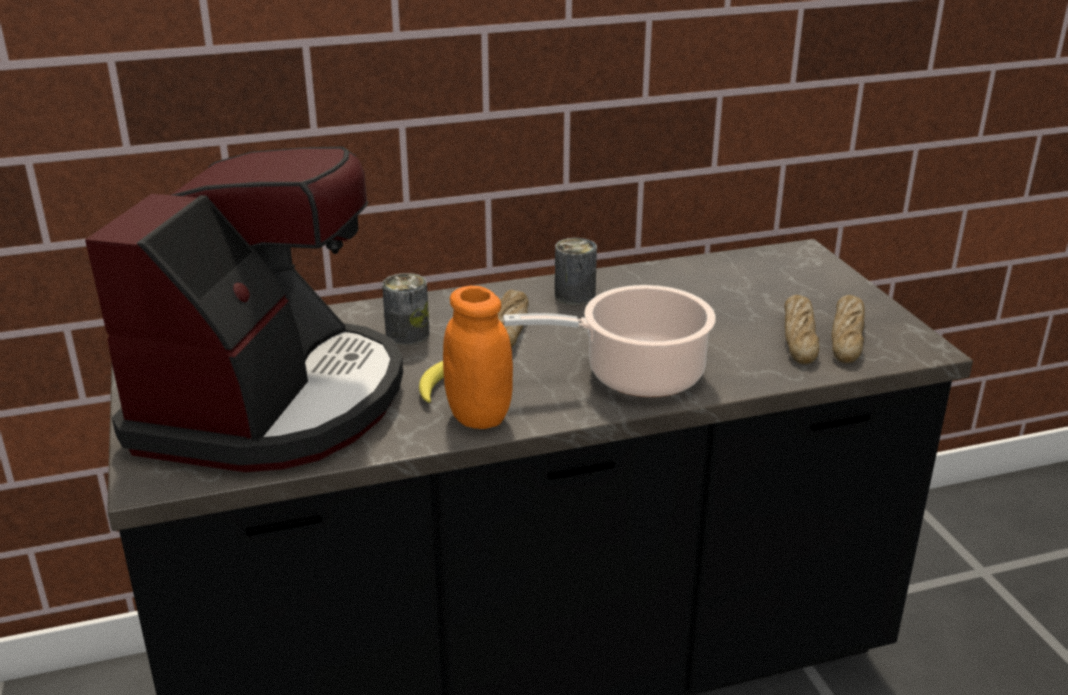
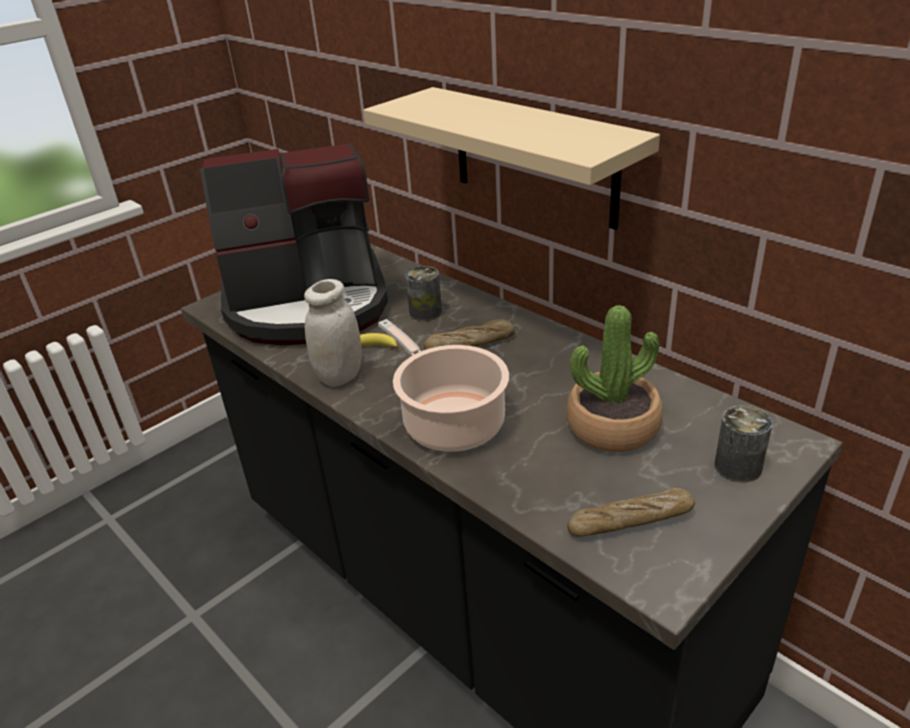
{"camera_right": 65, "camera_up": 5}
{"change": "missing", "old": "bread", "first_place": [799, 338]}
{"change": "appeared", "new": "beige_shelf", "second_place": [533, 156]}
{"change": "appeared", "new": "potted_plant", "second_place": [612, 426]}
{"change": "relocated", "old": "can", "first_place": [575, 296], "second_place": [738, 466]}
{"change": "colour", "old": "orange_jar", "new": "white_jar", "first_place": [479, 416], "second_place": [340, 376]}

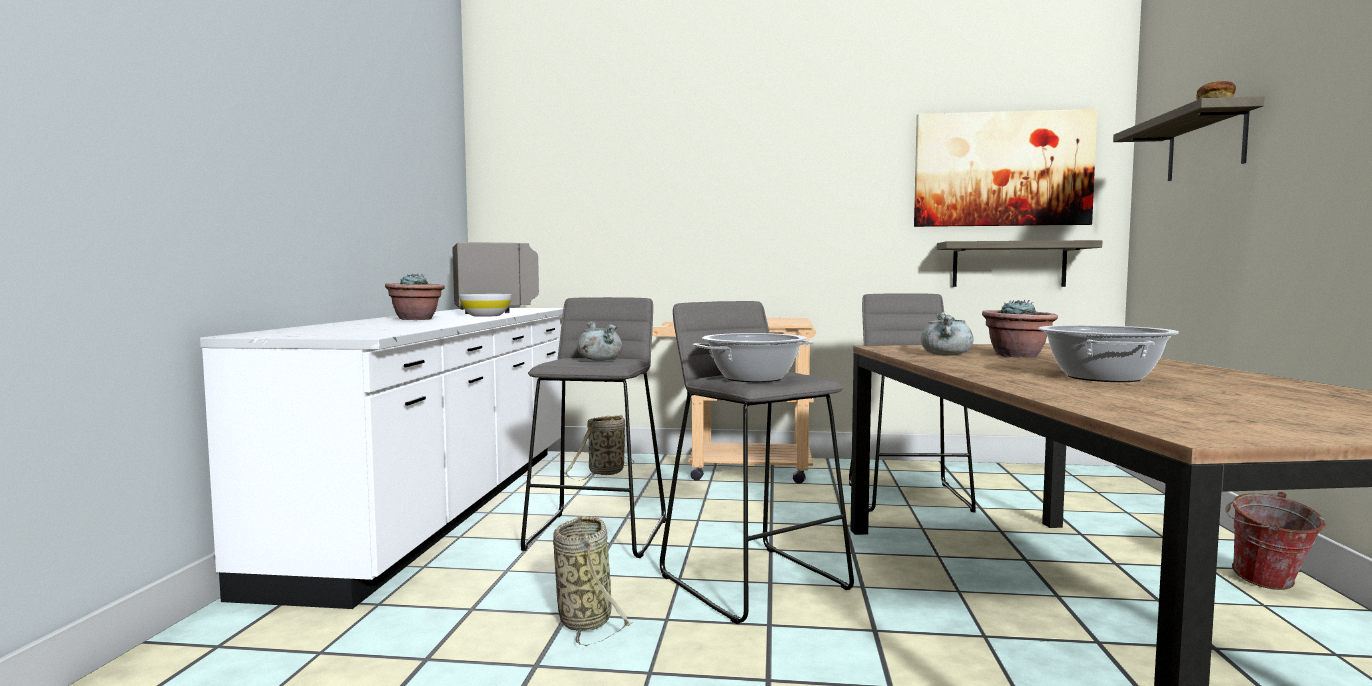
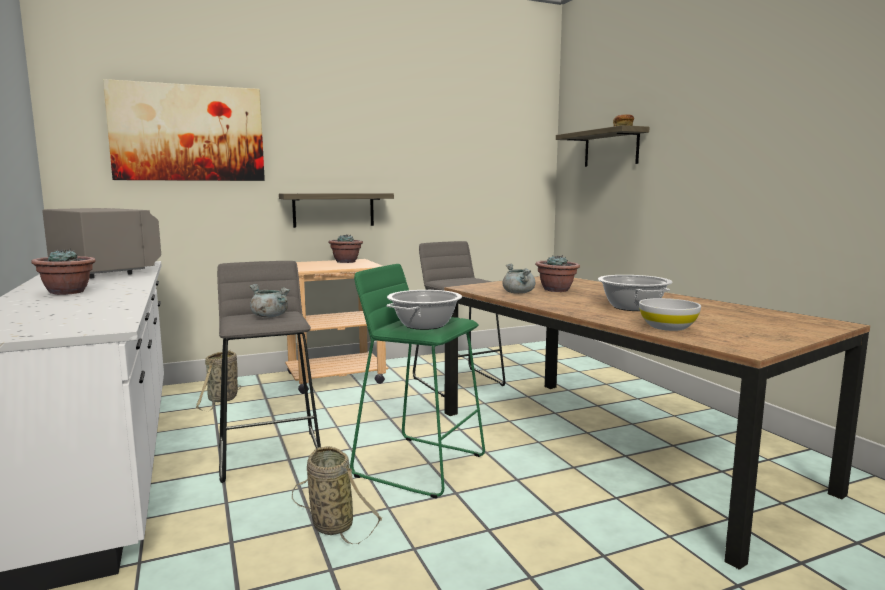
{"camera_right": -30, "camera_up": 5}
{"change": "missing", "old": "bucket", "first_place": [1268, 585]}
{"change": "appeared", "new": "potted_plant", "second_place": [346, 262]}
{"change": "relocated", "old": "white_bowl", "first_place": [485, 315], "second_place": [667, 327]}
{"change": "relocated", "old": "picture", "first_place": [1002, 169], "second_place": [188, 133]}
{"change": "relocated", "old": "shelf", "first_place": [1009, 264], "second_place": [333, 209]}
{"change": "colour", "old": "grey_stool", "new": "green_stool", "first_place": [755, 582], "second_place": [420, 465]}

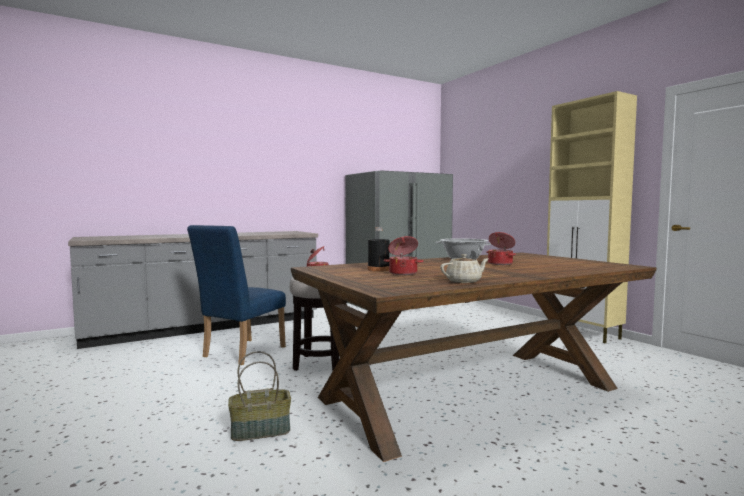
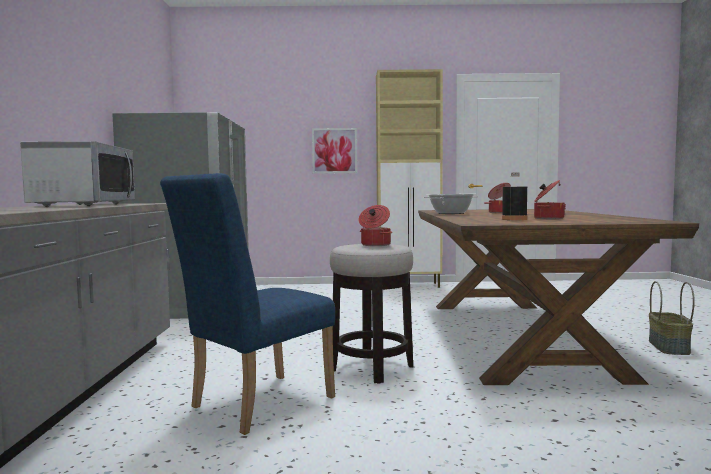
{"camera_right": -60, "camera_up": 0}
{"change": "missing", "old": "beige_teapot", "first_place": [464, 281]}
{"change": "appeared", "new": "microwave", "second_place": [84, 205]}
{"change": "appeared", "new": "picture", "second_place": [334, 151]}
{"change": "relocated", "old": "basket", "first_place": [261, 430], "second_place": [667, 347]}
{"change": "spun", "old": "blue_chair", "first_place": [240, 353], "second_place": [254, 405], "degrees": 75}

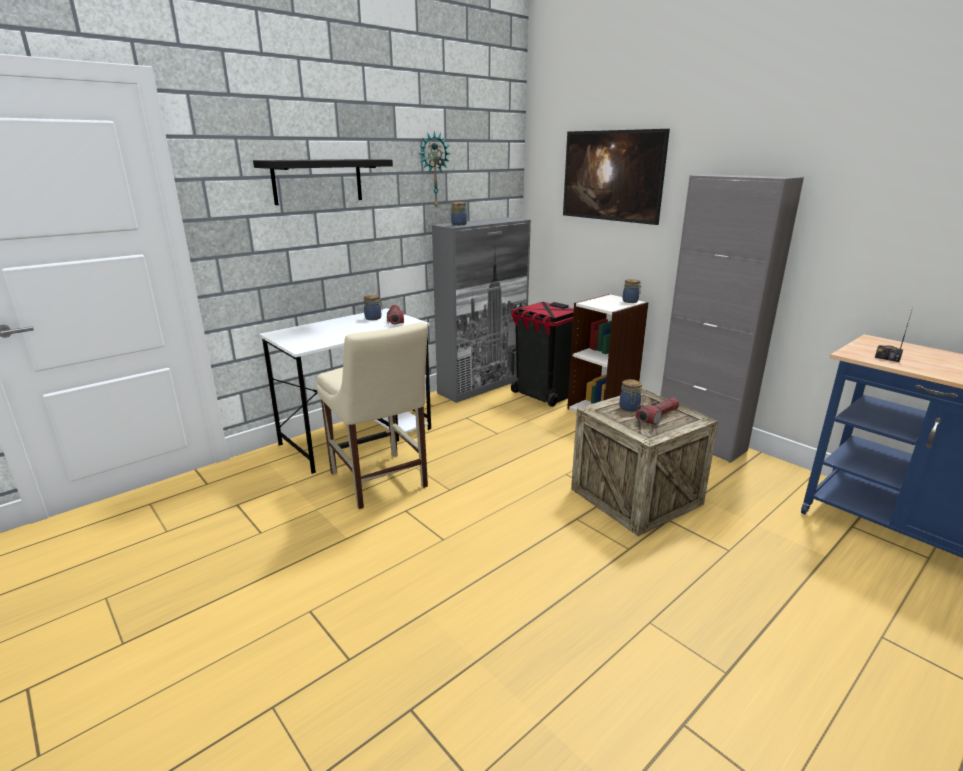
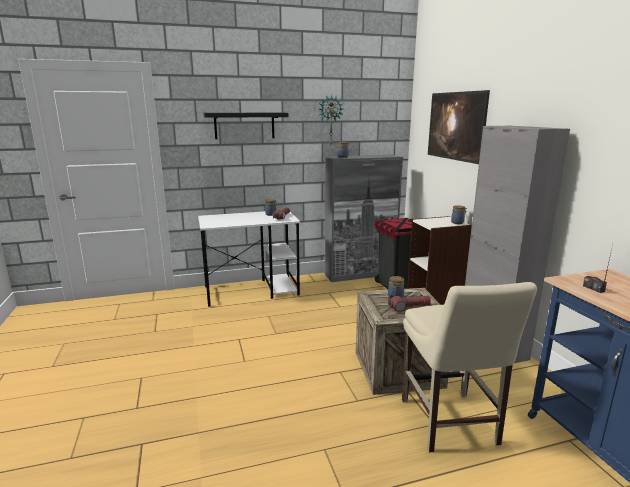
{"camera_right": 25, "camera_up": -5}
{"change": "relocated", "old": "beige_chair", "first_place": [380, 482], "second_place": [449, 424]}

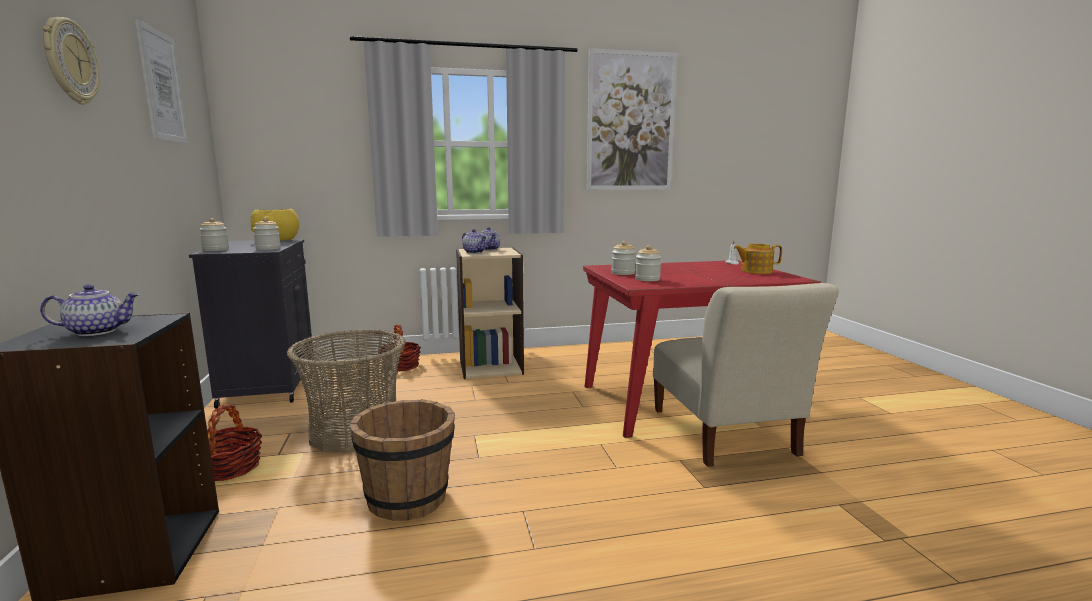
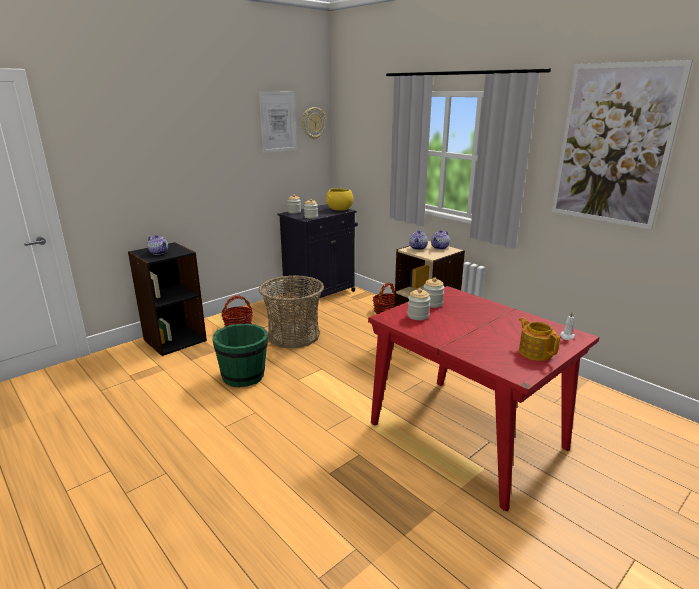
{"camera_right": 60, "camera_up": 10}
{"change": "missing", "old": "beige_chair", "first_place": [724, 435]}
{"change": "relocated", "old": "wall_clock", "first_place": [70, 61], "second_place": [313, 123]}
{"change": "colour", "old": "brown_bucket", "new": "green_bucket", "first_place": [408, 498], "second_place": [244, 376]}

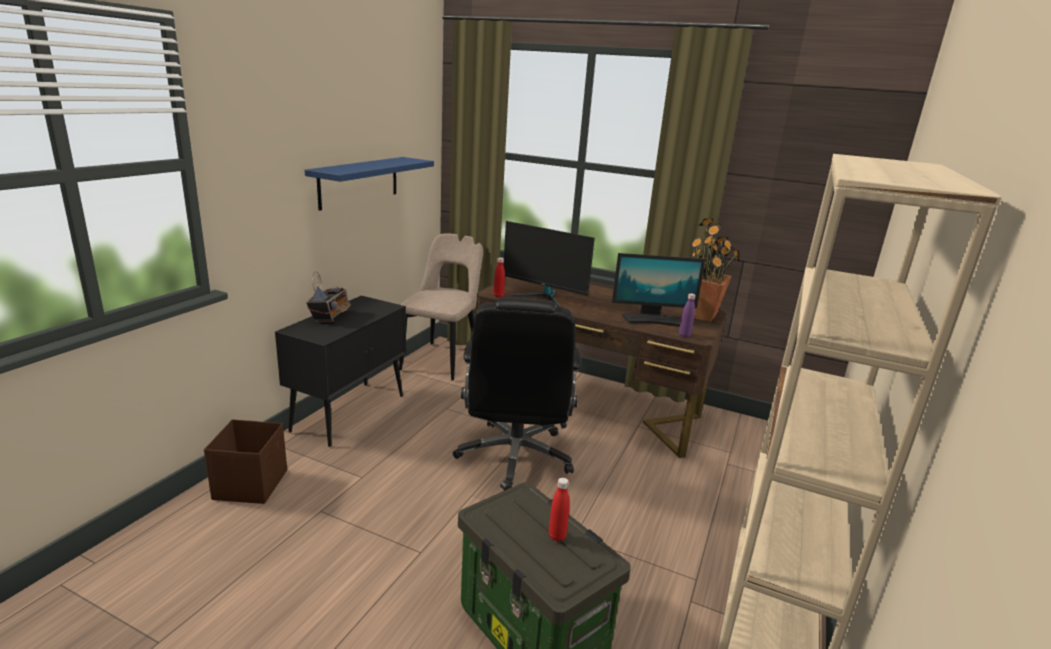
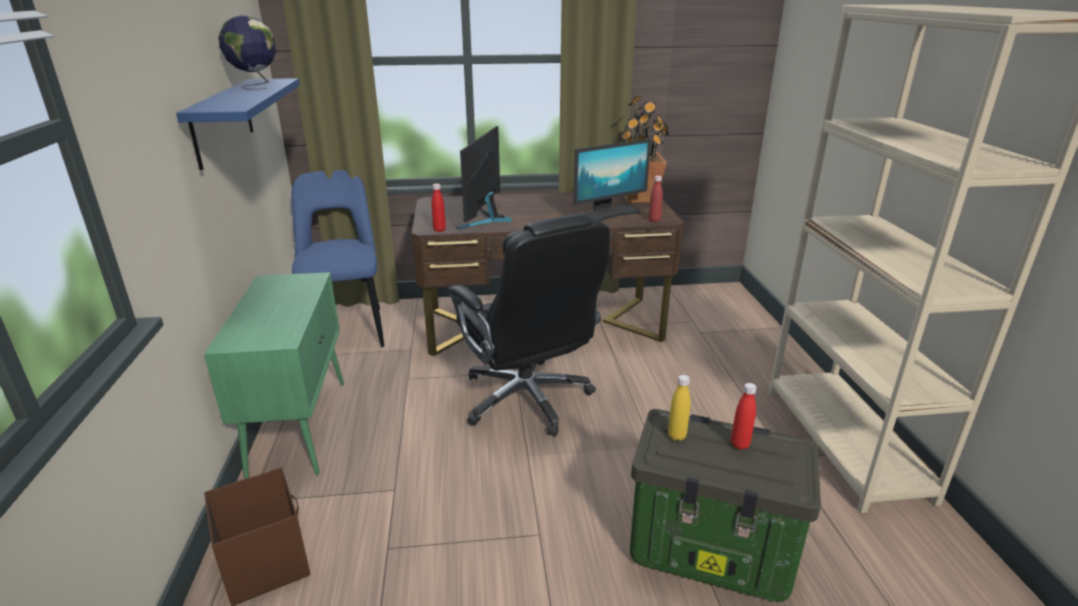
{"camera_right": -30, "camera_up": 5}
{"change": "missing", "old": "radio", "first_place": [330, 316]}
{"change": "appeared", "new": "globe", "second_place": [255, 86]}
{"change": "appeared", "new": "yellow_bottle", "second_place": [676, 436]}
{"change": "colour", "old": "black_cabinet", "new": "green_cabinet", "first_place": [350, 412], "second_place": [299, 426]}
{"change": "colour", "old": "beige_chair", "new": "blue_chair", "first_place": [443, 360], "second_place": [347, 328]}
{"change": "colour", "old": "purple_bottle", "new": "red_bottle", "first_place": [684, 336], "second_place": [654, 220]}
{"change": "spun", "old": "monitor", "first_place": [544, 297], "second_place": [486, 219], "degrees": 105}

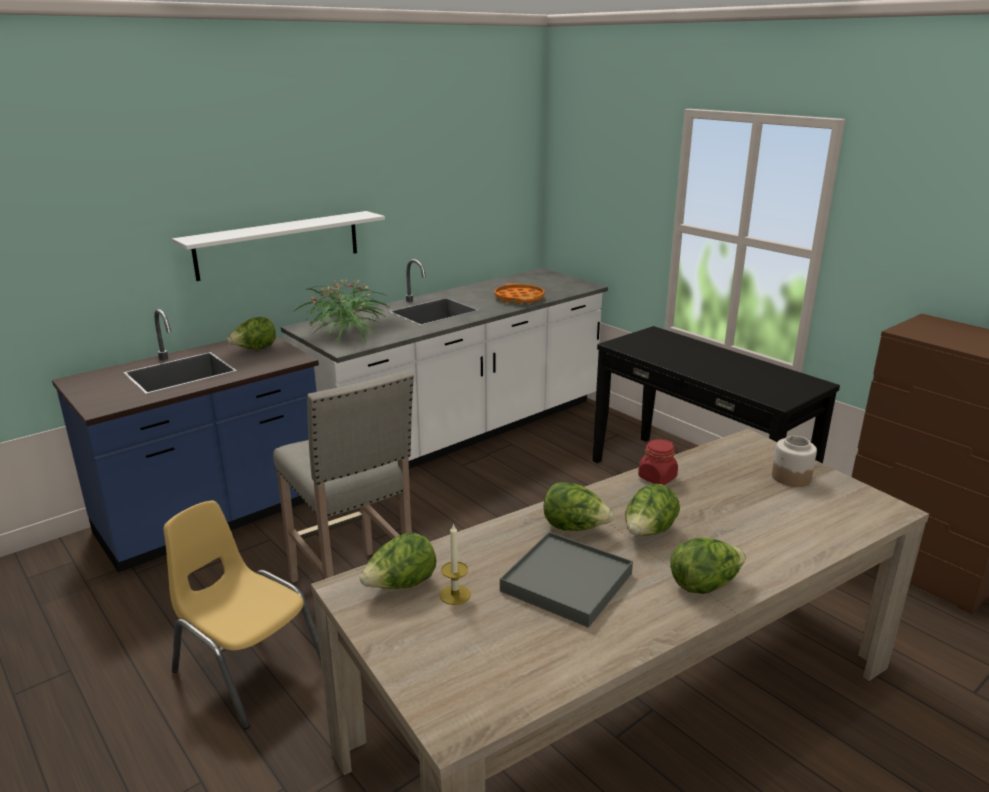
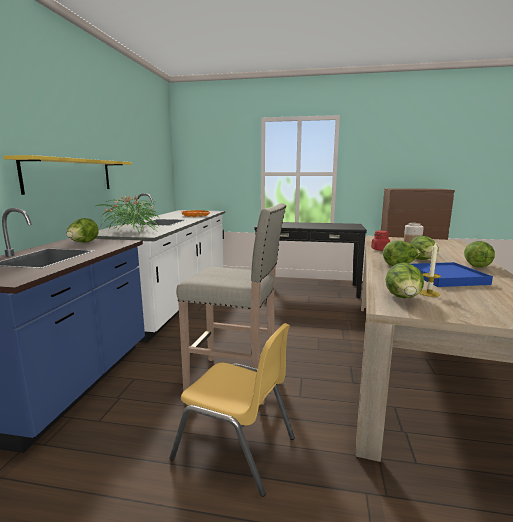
{"camera_right": -40, "camera_up": -10}
{"change": "colour", "old": "white_shelf", "new": "yellow_shelf", "first_place": [279, 244], "second_place": [70, 175]}
{"change": "colour", "old": "grey_tray", "new": "blue_tray", "first_place": [566, 582], "second_place": [446, 277]}
{"change": "spun", "old": "yellow_chair", "first_place": [249, 669], "second_place": [235, 448], "degrees": -150}

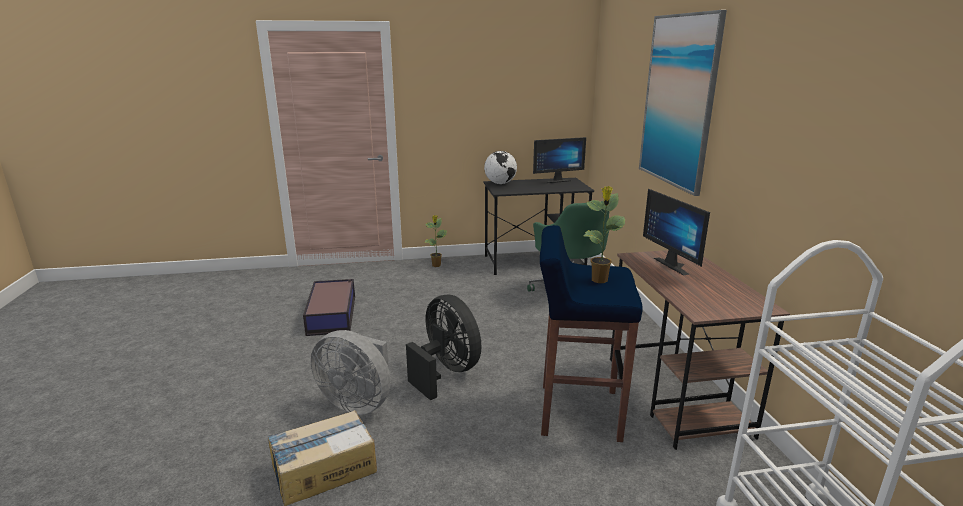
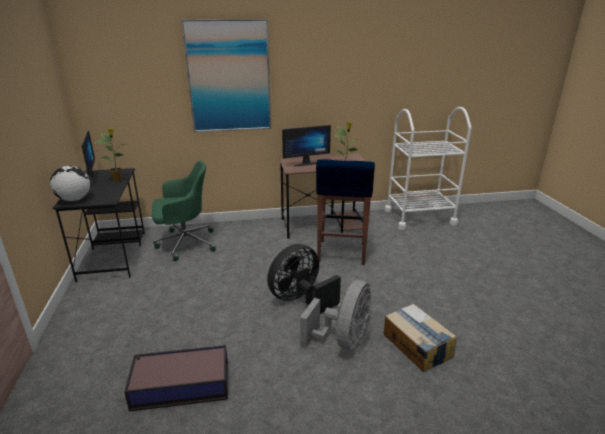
{"camera_right": -90, "camera_up": 5}
{"change": "relocated", "old": "potted_plant", "first_place": [436, 265], "second_place": [117, 180]}

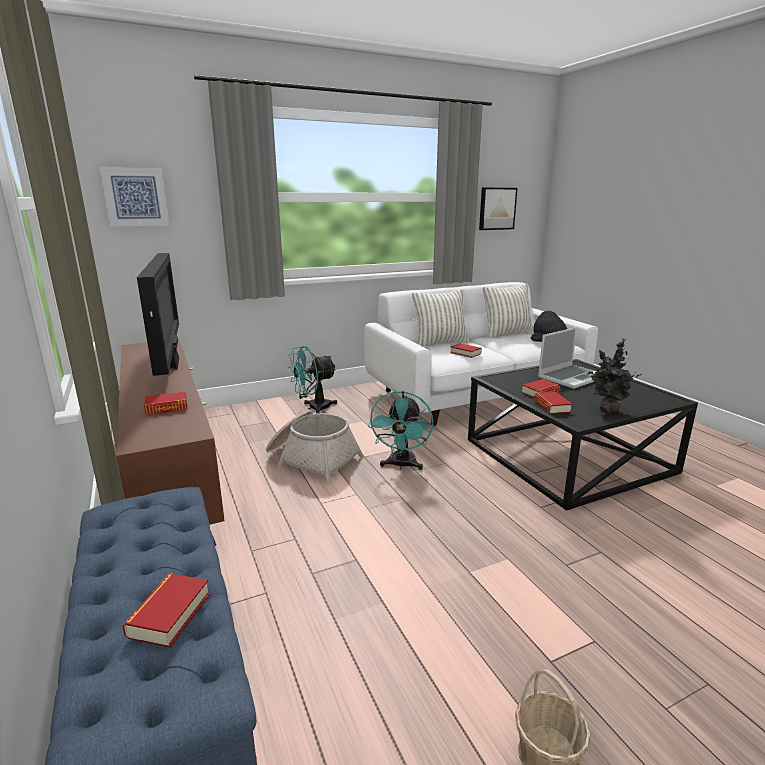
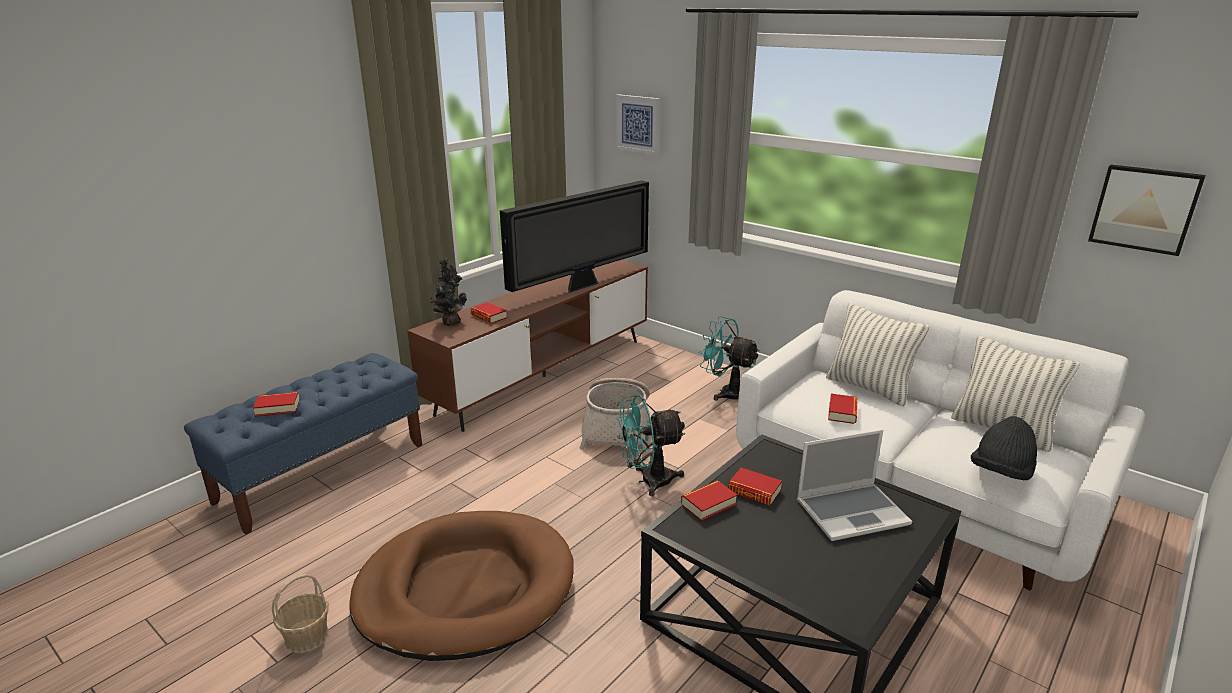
{"camera_right": 65, "camera_up": 5}
{"change": "appeared", "new": "brown_dog_bed", "second_place": [465, 589]}
{"change": "relocated", "old": "potted_plant", "first_place": [607, 410], "second_place": [450, 322]}
{"change": "spun", "old": "laptop", "first_place": [571, 377], "second_place": [852, 512], "degrees": -45}

